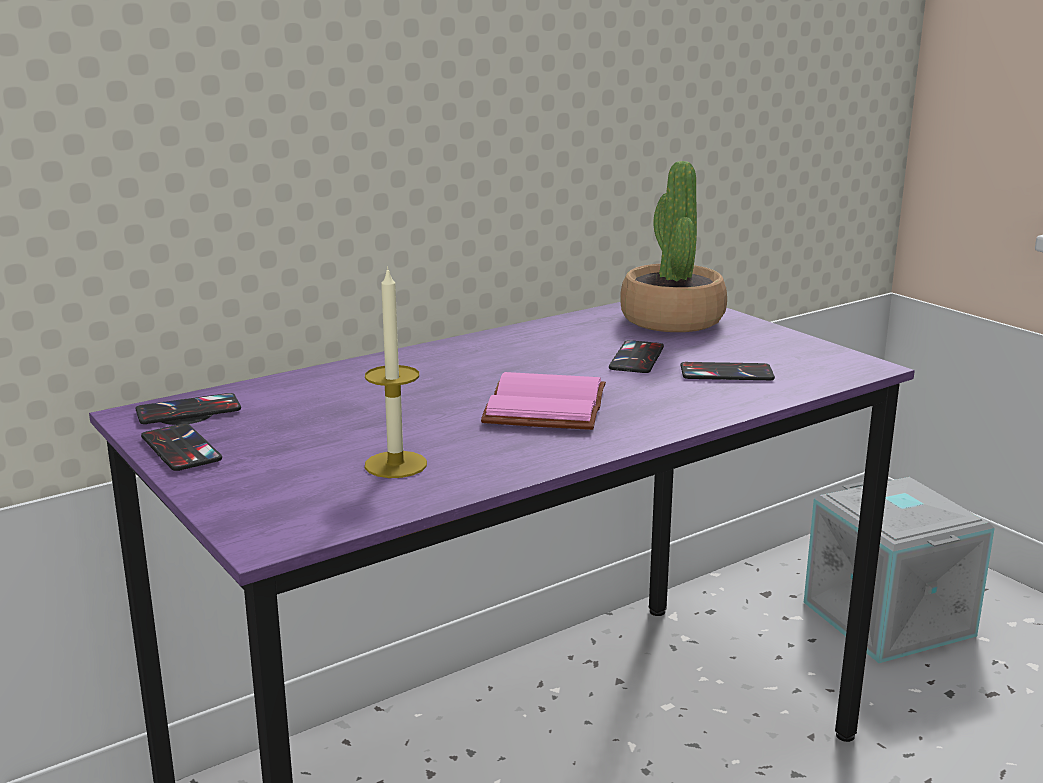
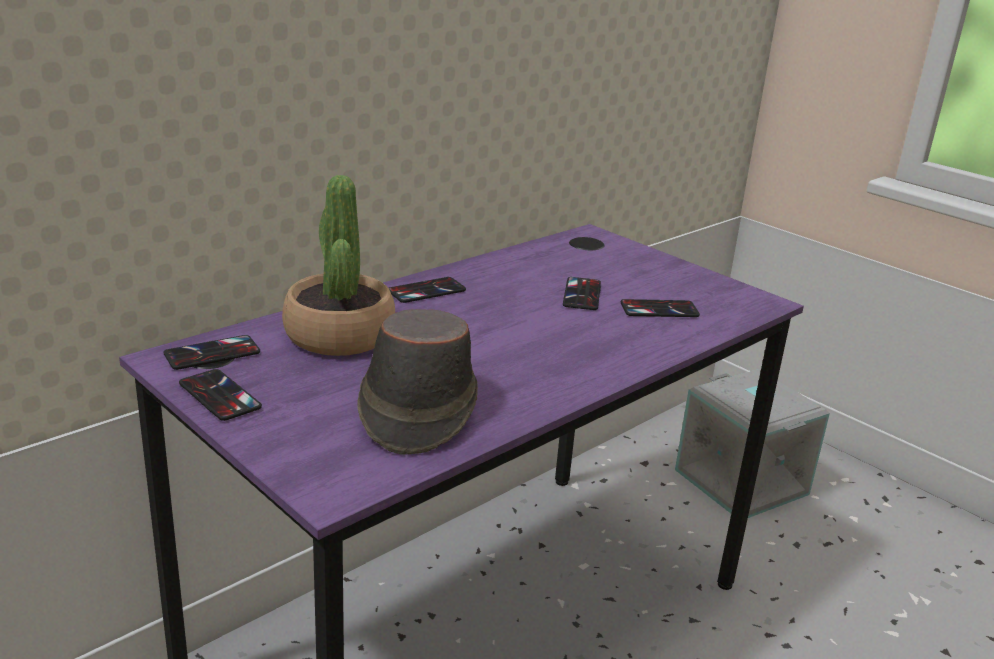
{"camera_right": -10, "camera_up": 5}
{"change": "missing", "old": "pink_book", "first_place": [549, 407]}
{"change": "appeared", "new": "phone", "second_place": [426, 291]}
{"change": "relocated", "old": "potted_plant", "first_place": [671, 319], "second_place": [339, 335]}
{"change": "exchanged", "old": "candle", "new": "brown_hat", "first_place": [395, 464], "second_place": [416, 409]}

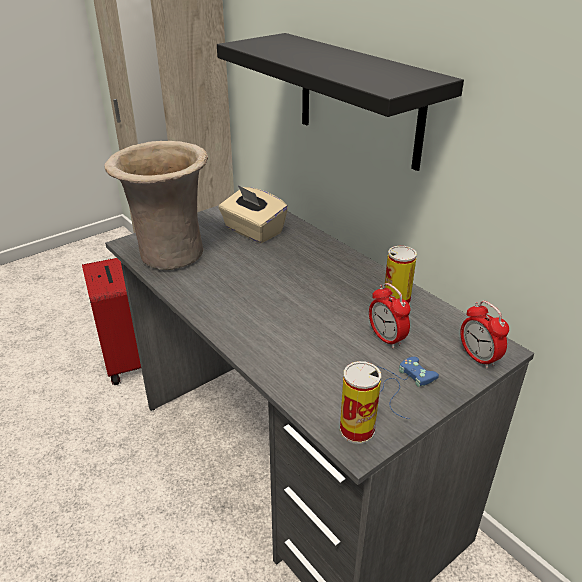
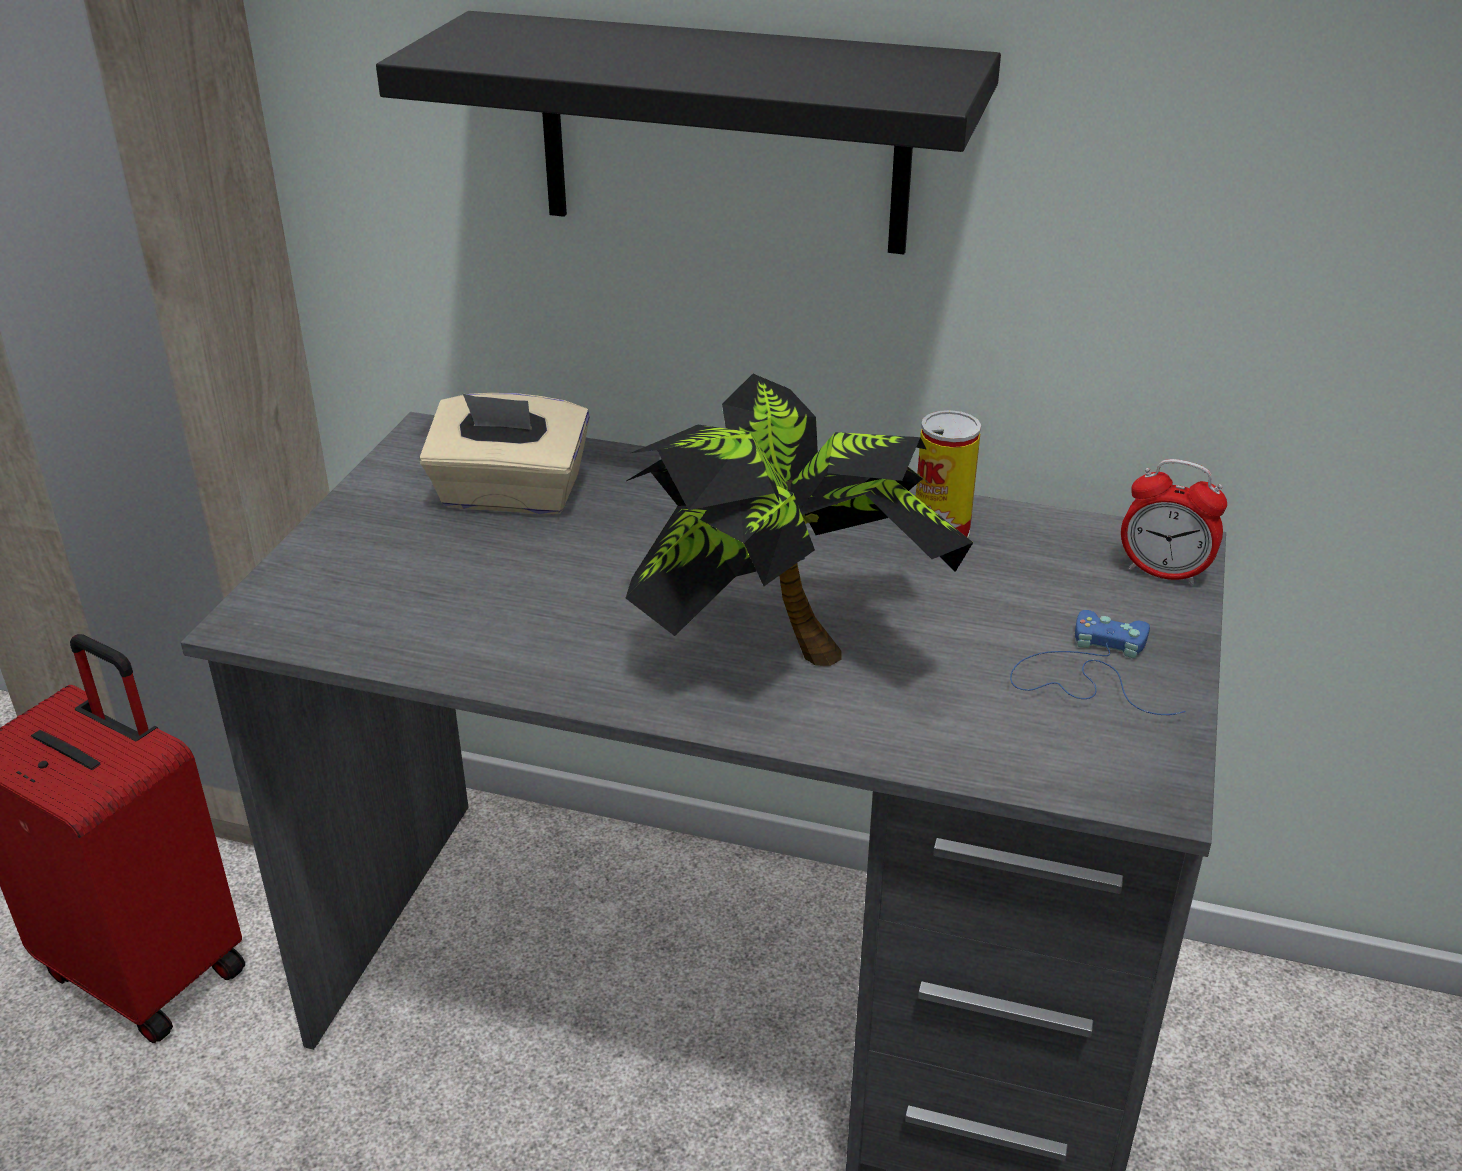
{"camera_right": -35, "camera_up": 0}
{"change": "missing", "old": "beige_vase", "first_place": [168, 254]}
{"change": "missing", "old": "can", "first_place": [357, 430]}
{"change": "missing", "old": "alarm_clock", "first_place": [386, 338]}
{"change": "appeared", "new": "potted_plant", "second_place": [781, 647]}

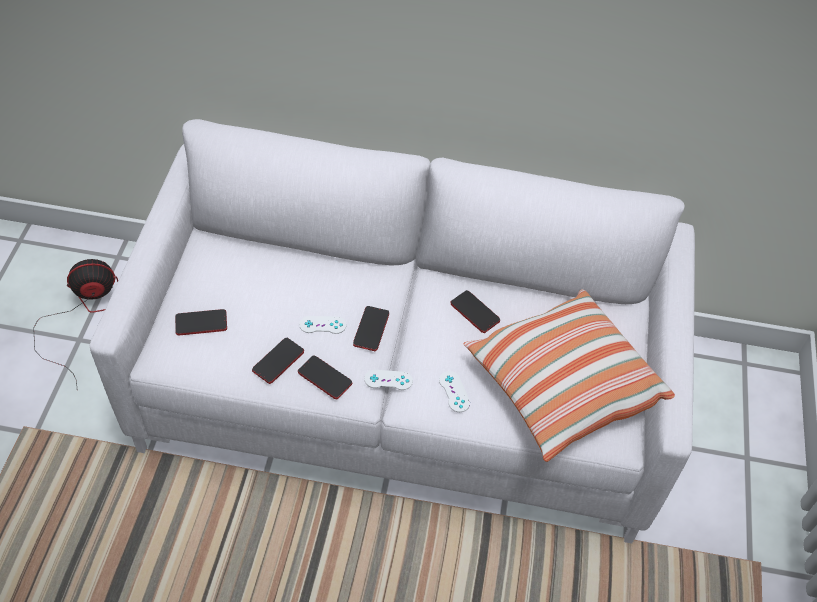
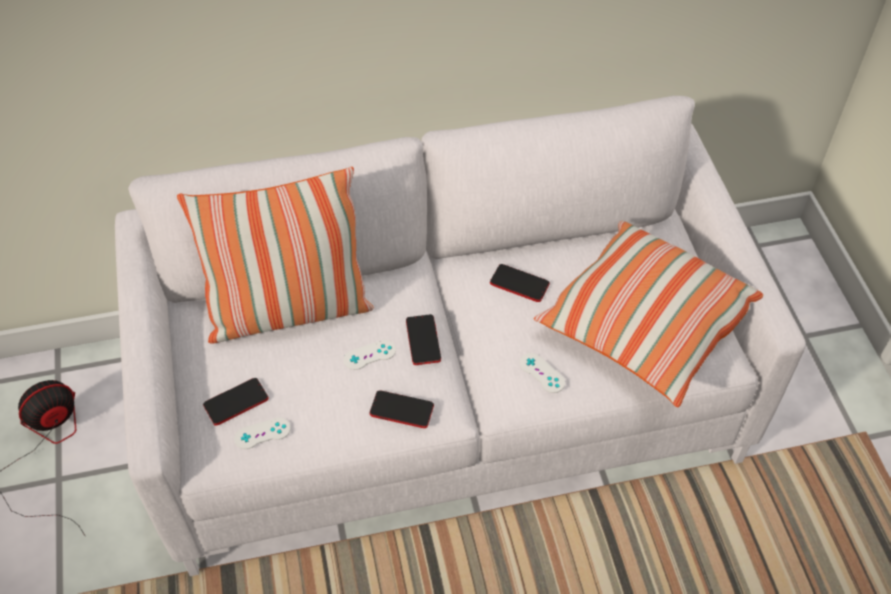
{"camera_right": -20, "camera_up": 0}
{"change": "missing", "old": "phone", "first_place": [278, 361]}
{"change": "appeared", "new": "pillow", "second_place": [289, 311]}
{"change": "relocated", "old": "white_game_controller", "first_place": [388, 380], "second_place": [262, 433]}

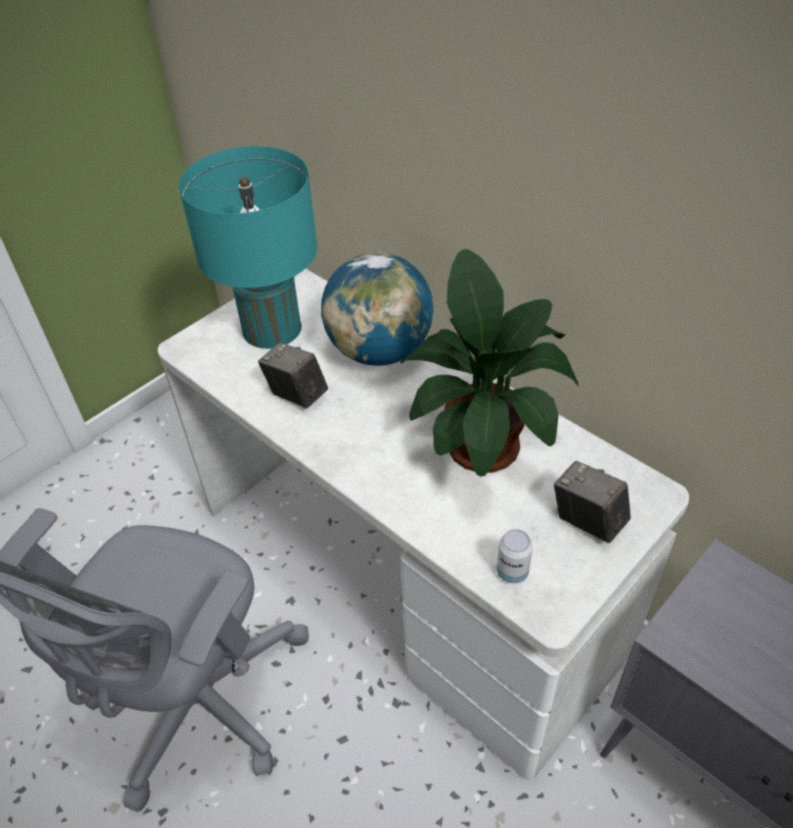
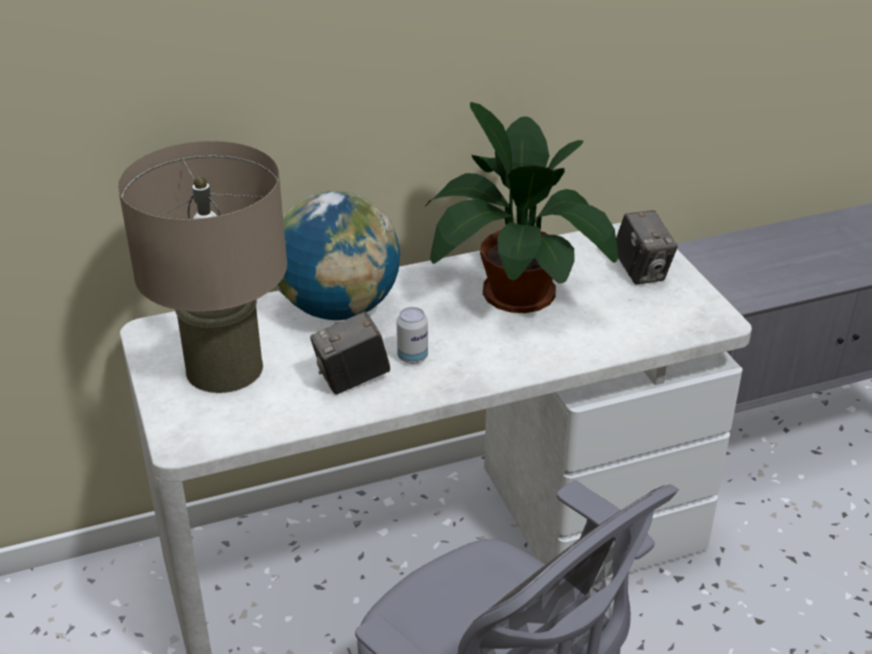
{"camera_right": -65, "camera_up": -10}
{"change": "relocated", "old": "can", "first_place": [512, 572], "second_place": [412, 357]}
{"change": "colour", "old": "turquoise_table_lamp", "new": "beige_table_lamp", "first_place": [271, 329], "second_place": [224, 368]}
{"change": "spun", "old": "photo_camera", "first_place": [587, 521], "second_place": [641, 272], "degrees": -90}

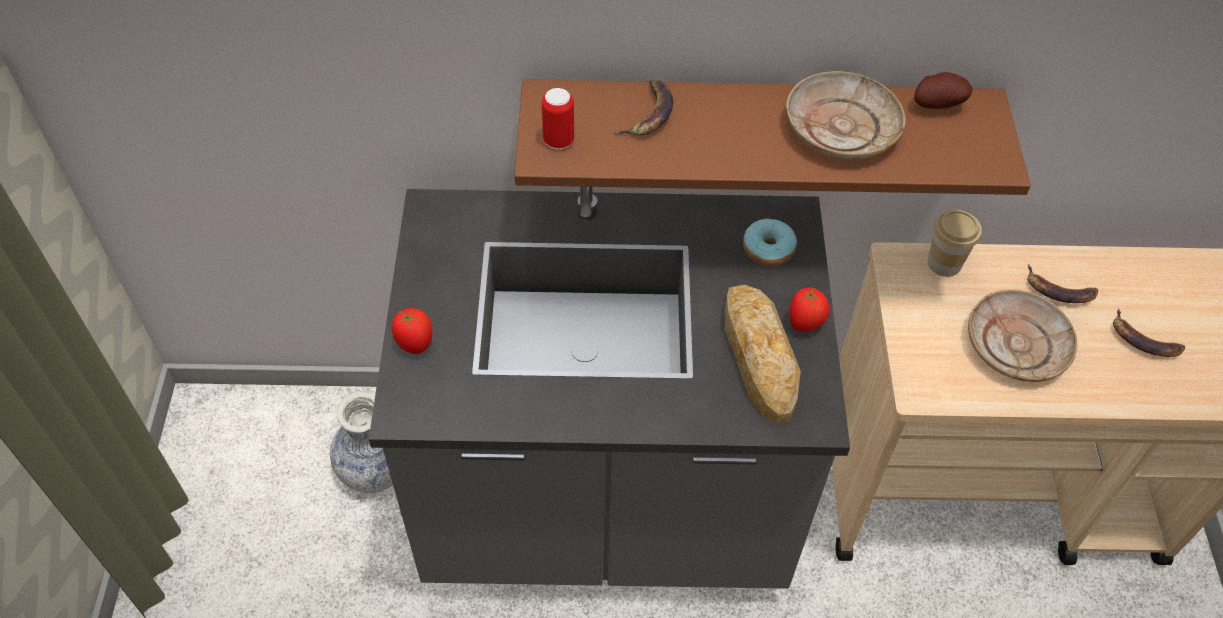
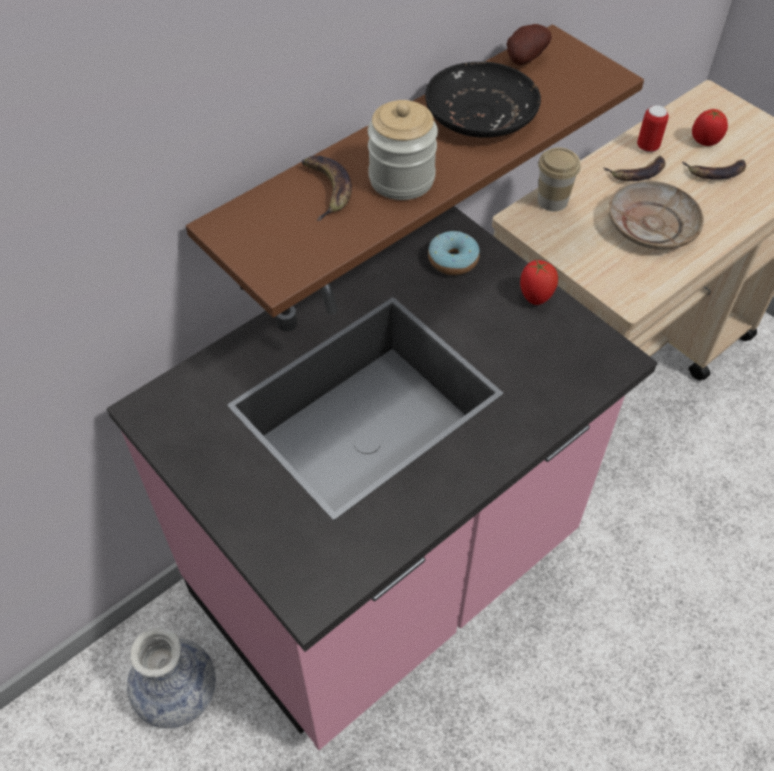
{"camera_right": -40, "camera_up": 0}
{"change": "missing", "old": "bread", "first_place": [758, 356]}
{"change": "appeared", "new": "jar", "second_place": [401, 179]}
{"change": "relocated", "old": "tomato", "first_place": [415, 343], "second_place": [705, 141]}
{"change": "relocated", "old": "can", "first_place": [558, 140], "second_place": [647, 147]}
{"change": "colour", "old": "grey_counter", "new": "pink_counter", "first_place": [606, 503], "second_place": [387, 572]}
{"change": "colour", "old": "beige_plate", "new": "black_plate", "first_place": [841, 128], "second_place": [480, 113]}

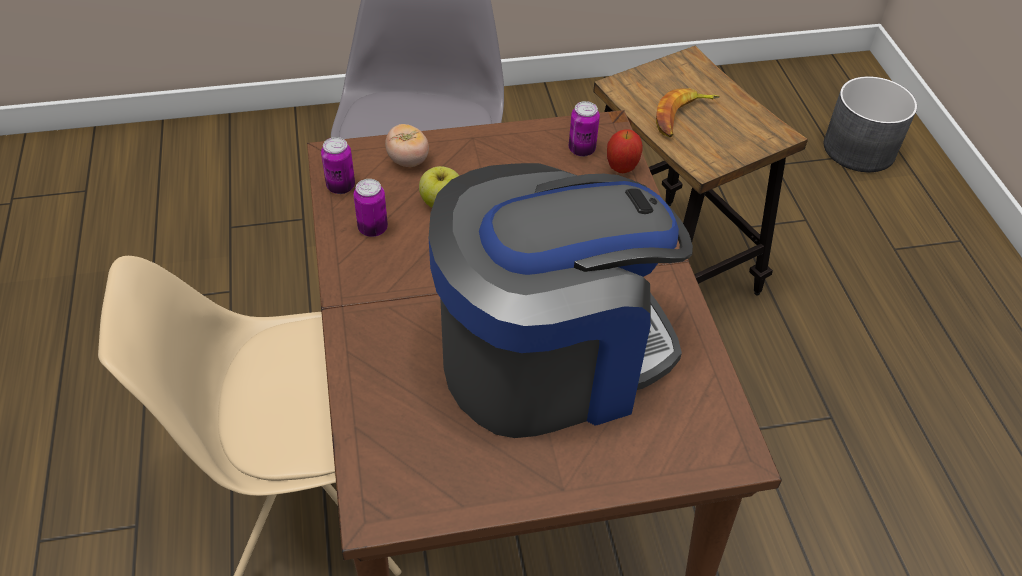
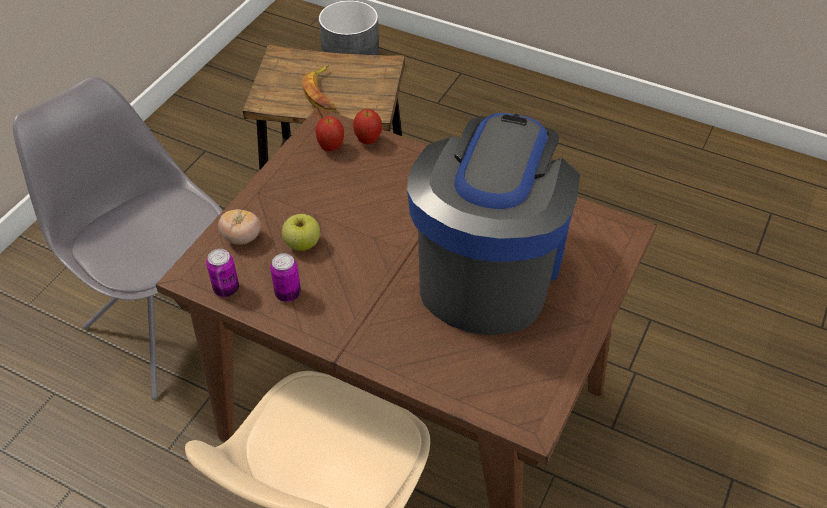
{"camera_right": -50, "camera_up": 0}
{"change": "exchanged", "old": "can", "new": "apple", "first_place": [581, 150], "second_place": [331, 148]}

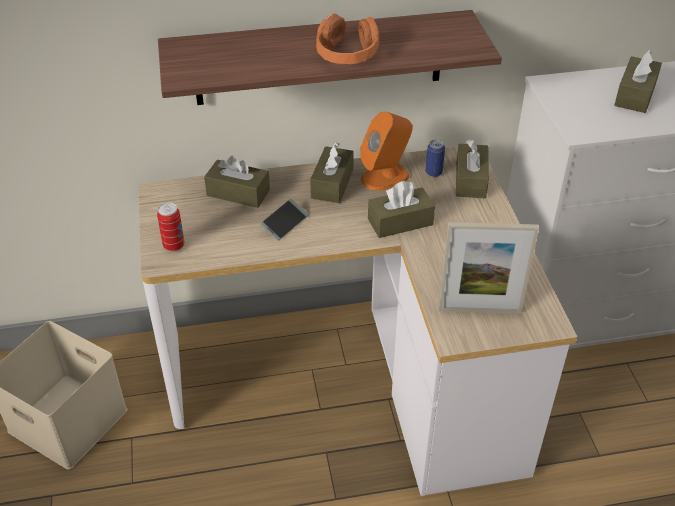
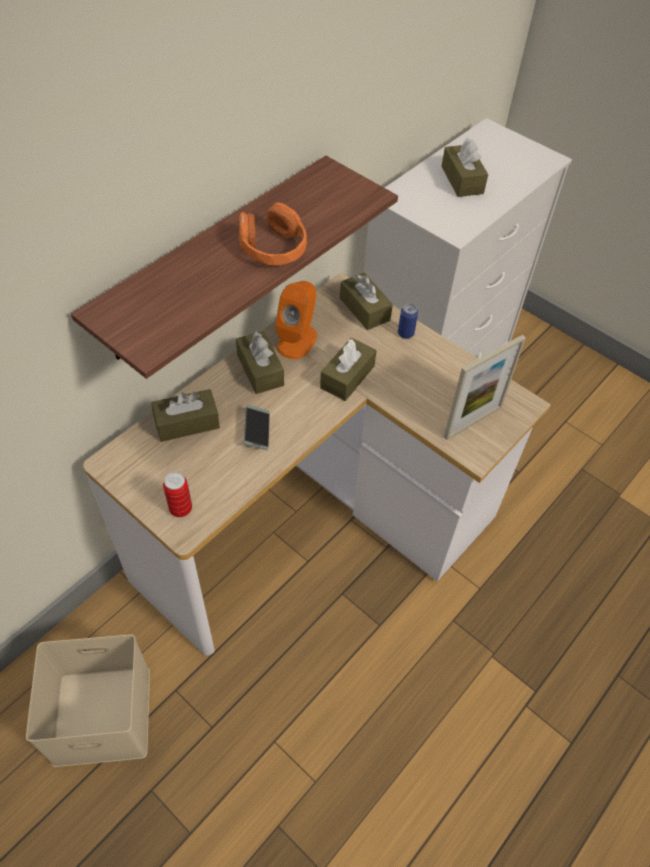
{"camera_right": -40, "camera_up": 10}
{"change": "relocated", "old": "can", "first_place": [433, 172], "second_place": [405, 333]}

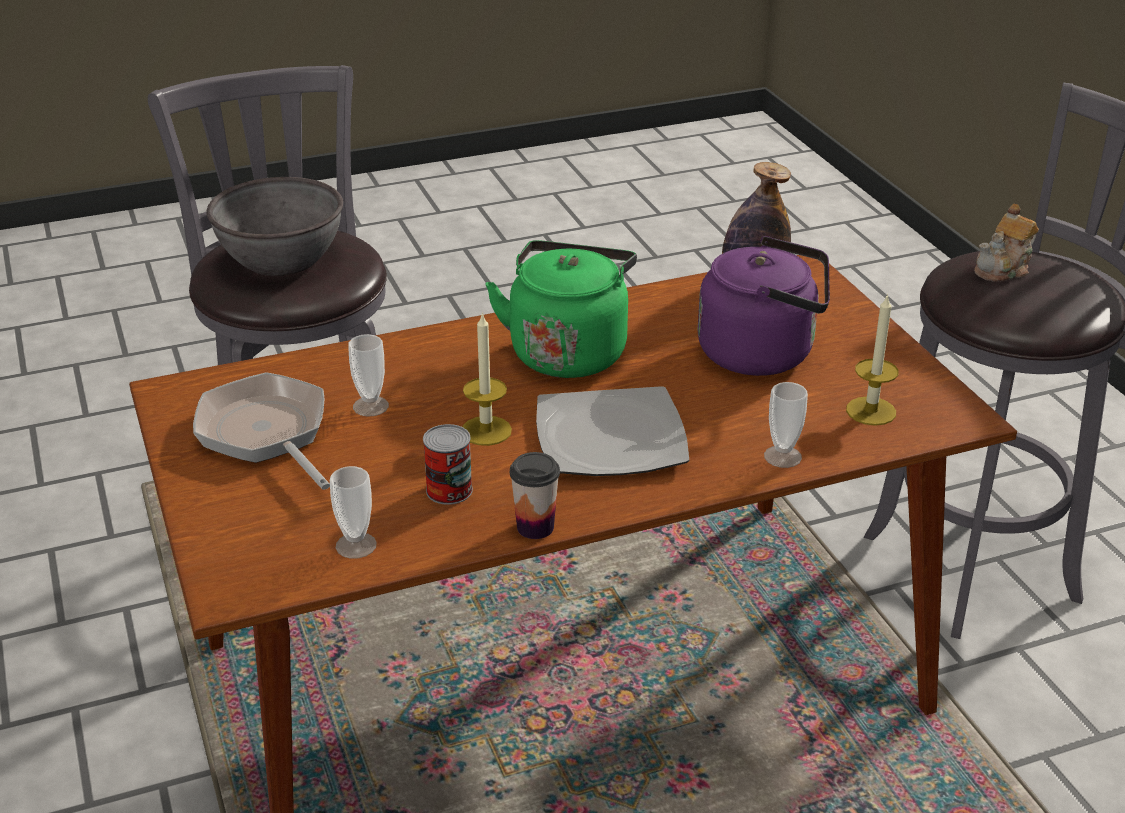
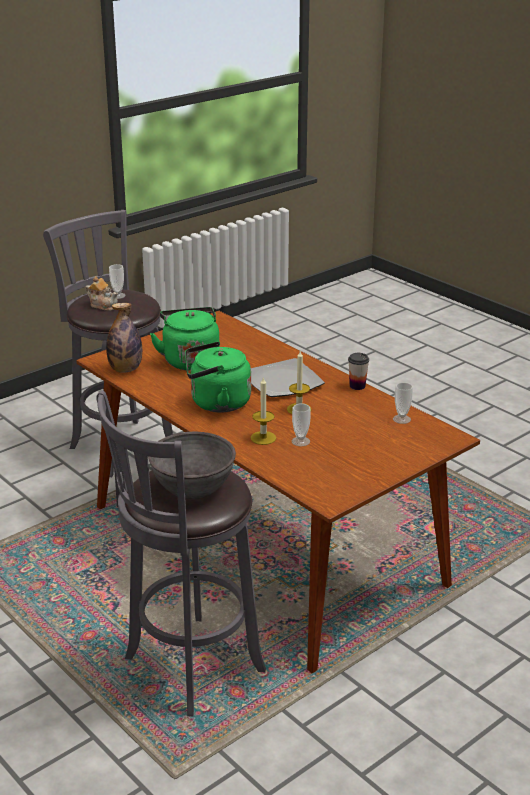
{"camera_right": -110, "camera_up": -5}
{"change": "missing", "old": "frying_pan", "first_place": [266, 434]}
{"change": "missing", "old": "can", "first_place": [449, 490]}
{"change": "relocated", "old": "cup", "first_place": [782, 456], "second_place": [118, 295]}
{"change": "relocated", "old": "candle", "first_place": [871, 411], "second_place": [263, 438]}
{"change": "colour", "old": "purple_kettle", "new": "green_kettle", "first_place": [763, 353], "second_place": [190, 360]}

